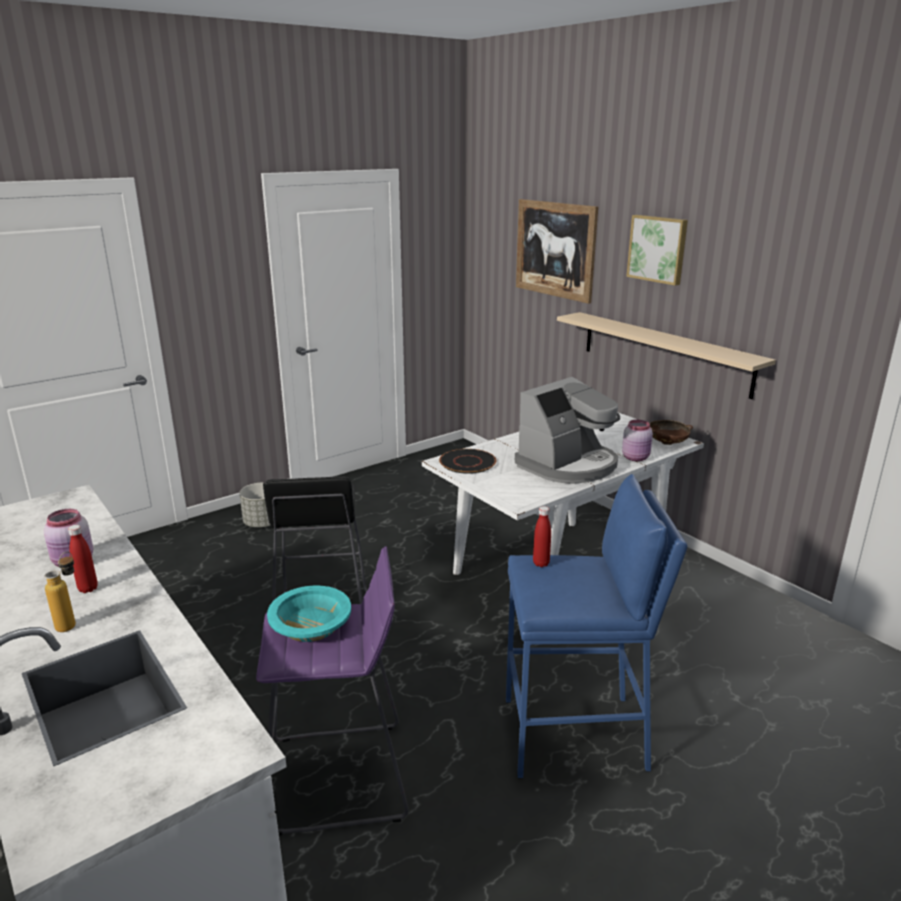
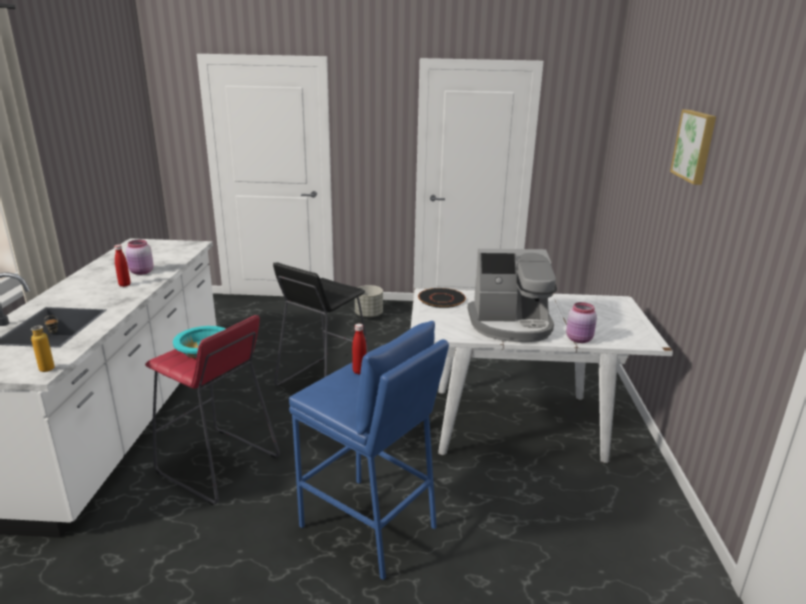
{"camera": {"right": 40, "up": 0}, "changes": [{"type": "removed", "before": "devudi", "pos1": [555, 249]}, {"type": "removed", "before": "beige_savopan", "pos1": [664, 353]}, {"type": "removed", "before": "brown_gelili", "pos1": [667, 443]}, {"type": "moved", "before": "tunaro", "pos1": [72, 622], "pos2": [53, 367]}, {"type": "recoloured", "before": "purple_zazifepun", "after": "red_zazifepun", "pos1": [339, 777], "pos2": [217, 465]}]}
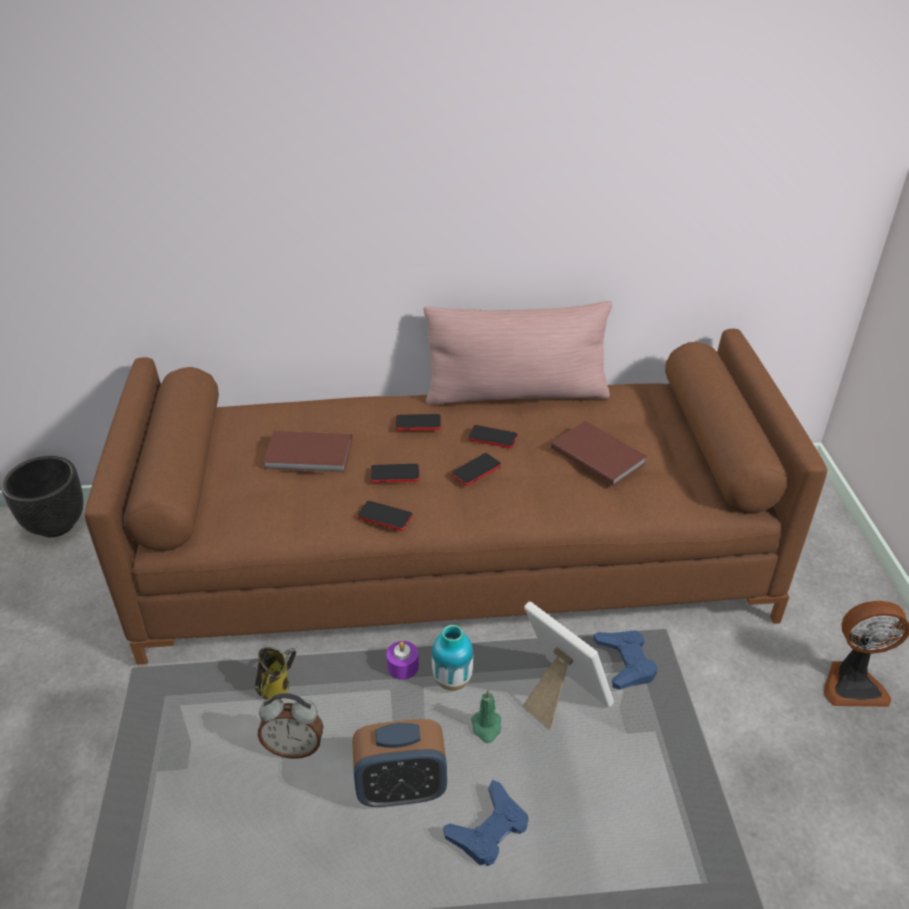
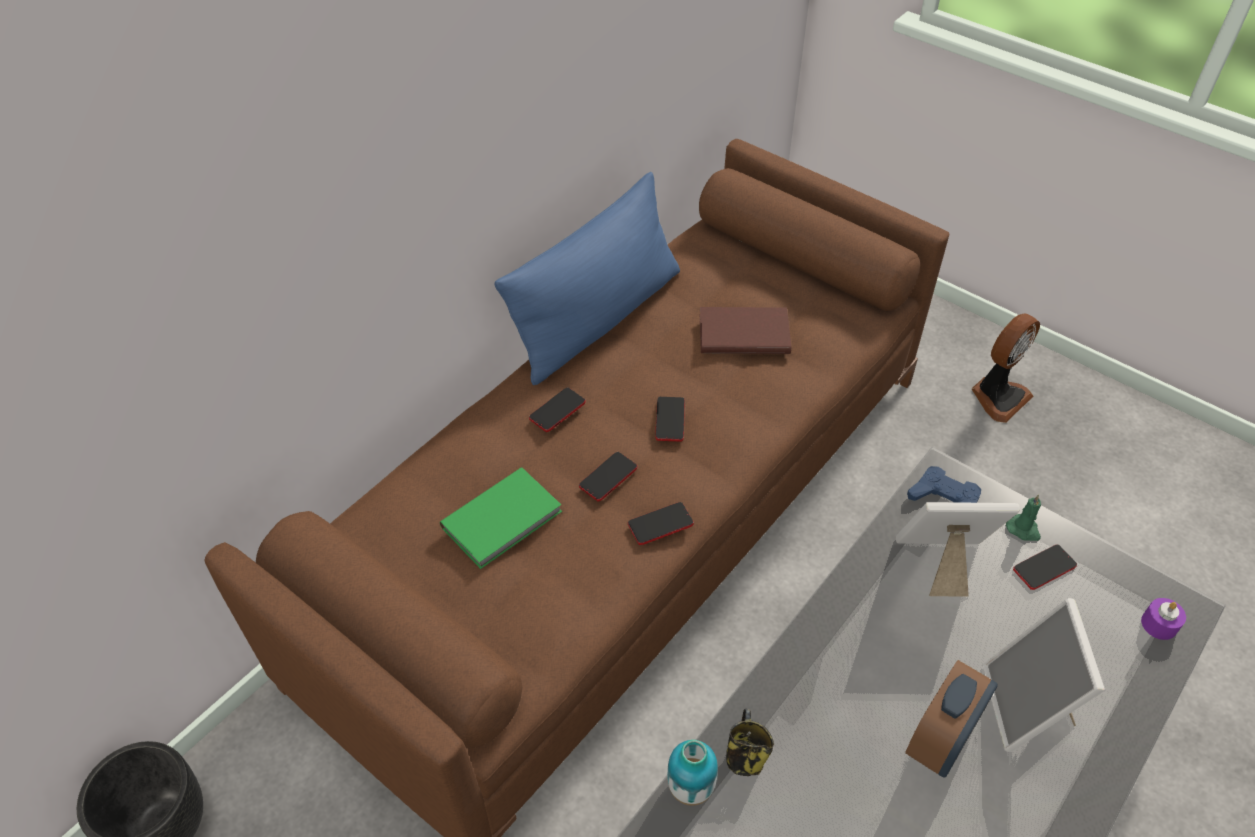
{"camera": {"right": -45, "up": 10}, "changes": [{"type": "removed", "before": "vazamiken", "pos1": [294, 747]}, {"type": "moved", "before": "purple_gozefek", "pos1": [403, 666], "pos2": [1159, 624]}, {"type": "moved", "before": "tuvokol", "pos1": [452, 680], "pos2": [690, 788]}, {"type": "moved", "before": "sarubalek", "pos1": [492, 437], "pos2": [1044, 568]}, {"type": "moved", "before": "green_gozefek", "pos1": [486, 727], "pos2": [1023, 529]}, {"type": "replaced", "before": "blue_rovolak", "after": "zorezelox", "pos1": [489, 829], "pos2": [1027, 708]}, {"type": "recoloured", "before": "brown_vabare", "after": "green_vabare", "pos1": [309, 455], "pos2": [504, 520]}, {"type": "recoloured", "before": "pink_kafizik", "after": "blue_kafizik", "pos1": [516, 394], "pos2": [598, 319]}]}
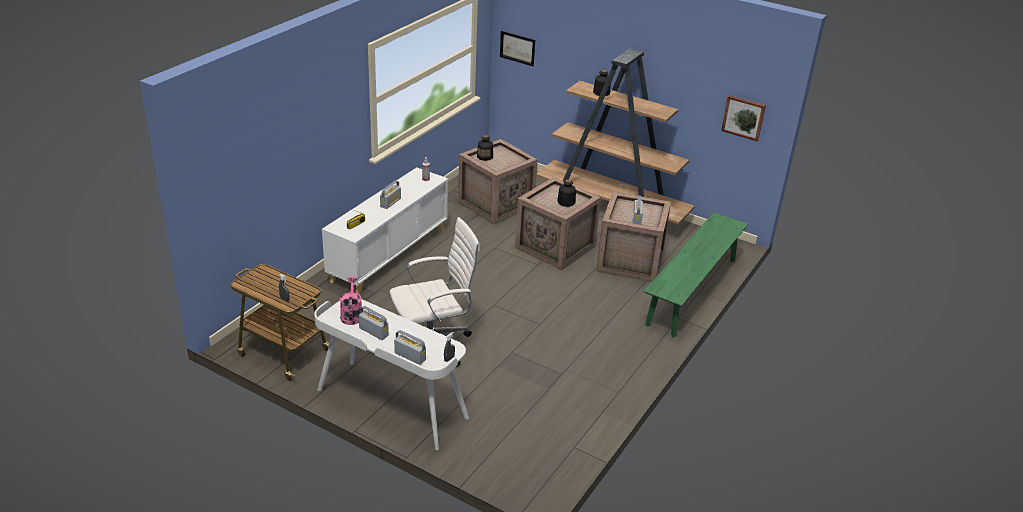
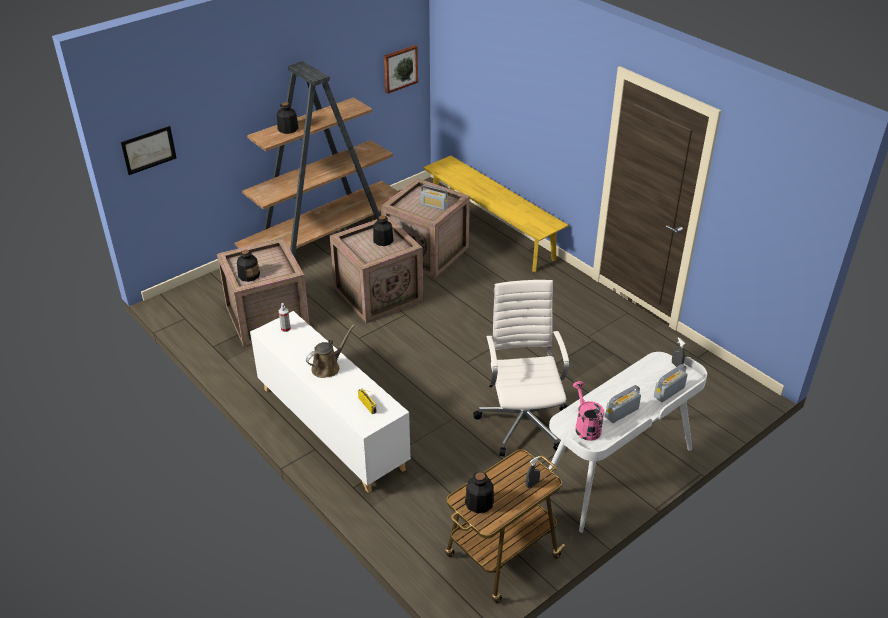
{"camera": {"right": -70, "up": 5}, "changes": [{"type": "added", "after": "tunaro", "pos2": [479, 503]}, {"type": "replaced", "before": "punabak", "after": "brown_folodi", "pos1": [390, 202], "pos2": [328, 367]}, {"type": "recoloured", "before": "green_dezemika", "after": "yellow_dezemika", "pos1": [692, 291], "pos2": [491, 231]}, {"type": "turned", "before": "pink_folodi", "pos1": [351, 314], "pos2": [585, 426], "turn": 60}]}
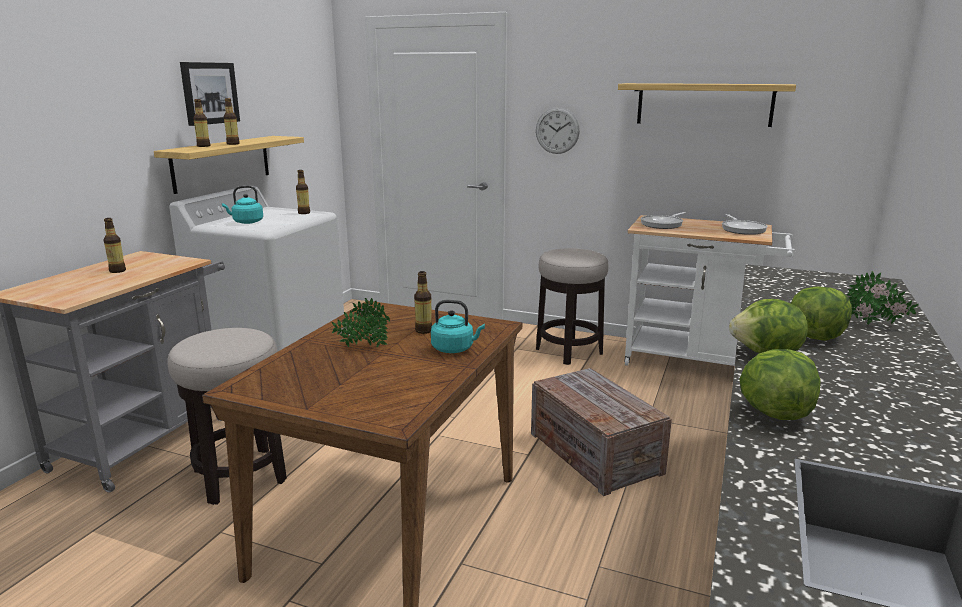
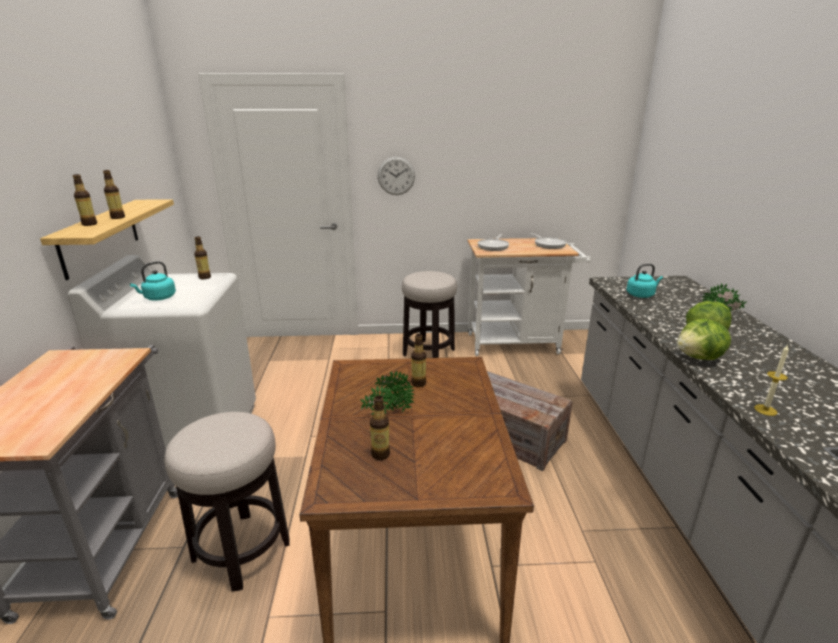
{"camera": {"right": -25, "up": 5}, "changes": [{"type": "removed", "before": "devudi", "pos1": [209, 93]}, {"type": "removed", "before": "savopan", "pos1": [704, 104]}, {"type": "moved", "before": "tunaro", "pos1": [117, 271], "pos2": [380, 454]}, {"type": "moved", "before": "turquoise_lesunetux", "pos1": [455, 349], "pos2": [641, 295]}, {"type": "replaced", "before": "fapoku", "after": "gozefek", "pos1": [774, 412], "pos2": [765, 410]}]}
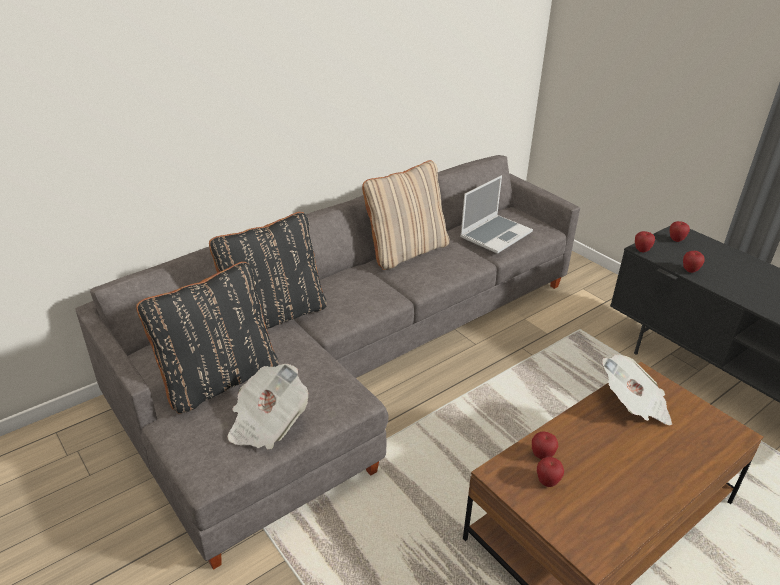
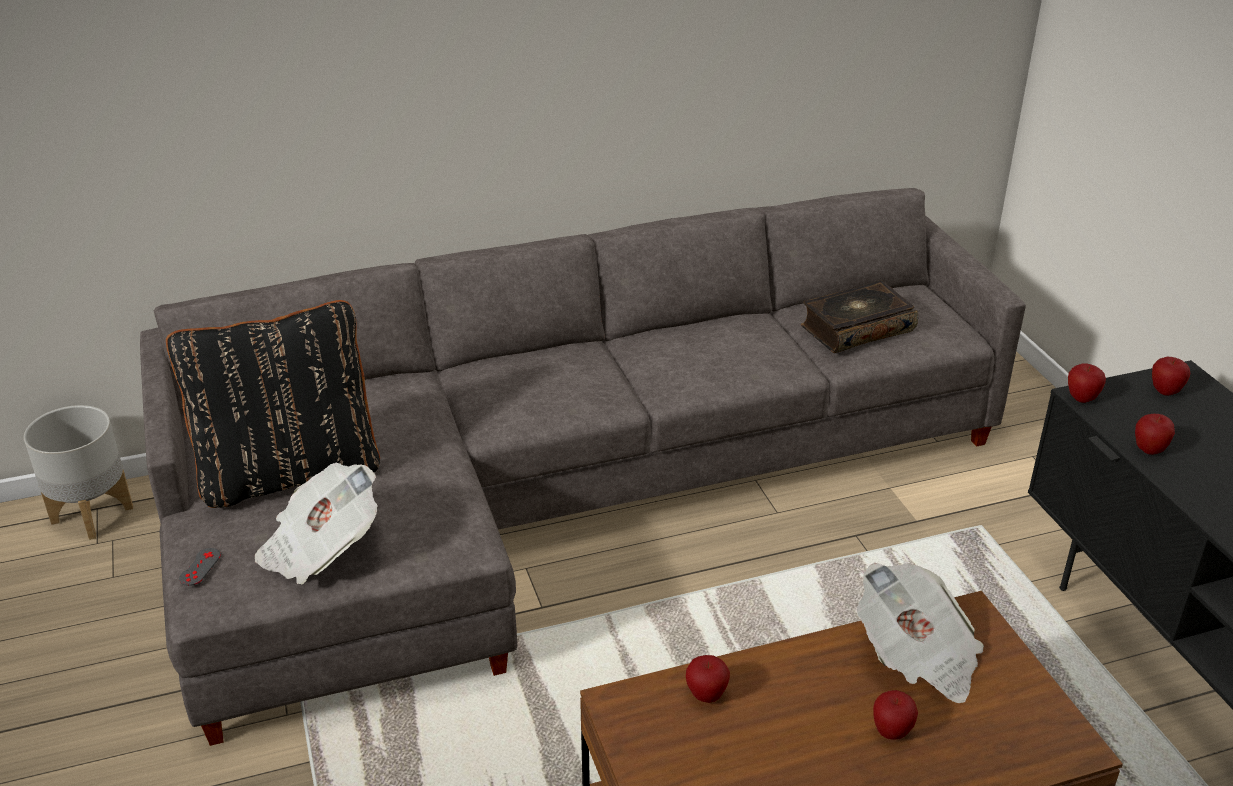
{"camera": {"right": 20, "up": 0}, "changes": [{"type": "removed", "before": "black_kafizik", "pos1": [275, 315]}, {"type": "removed", "before": "beige_kafizik", "pos1": [406, 251]}, {"type": "added", "after": "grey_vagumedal", "pos2": [93, 514]}, {"type": "added", "after": "grey_rovolak", "pos2": [200, 567]}, {"type": "moved", "before": "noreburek", "pos1": [547, 482], "pos2": [891, 732]}, {"type": "replaced", "before": "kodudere", "after": "vabare", "pos1": [495, 234], "pos2": [856, 328]}]}
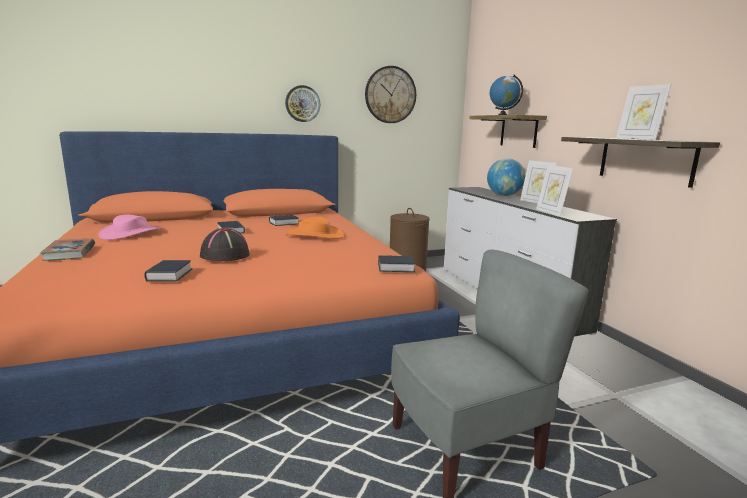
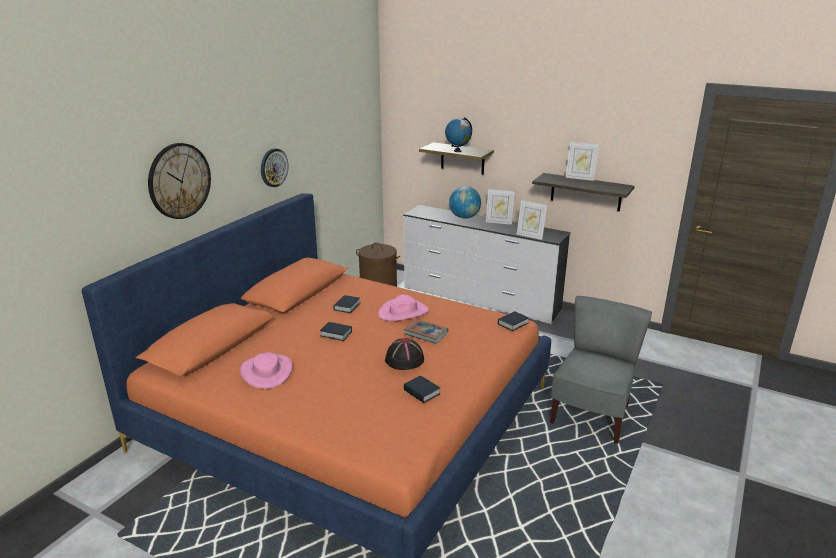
{"camera": {"right": -40, "up": 10}, "changes": [{"type": "moved", "before": "vabare", "pos1": [69, 253], "pos2": [426, 333]}, {"type": "moved", "before": "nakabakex", "pos1": [390, 95], "pos2": [179, 181]}, {"type": "recoloured", "before": "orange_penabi", "after": "pink_penabi", "pos1": [314, 235], "pos2": [403, 312]}]}
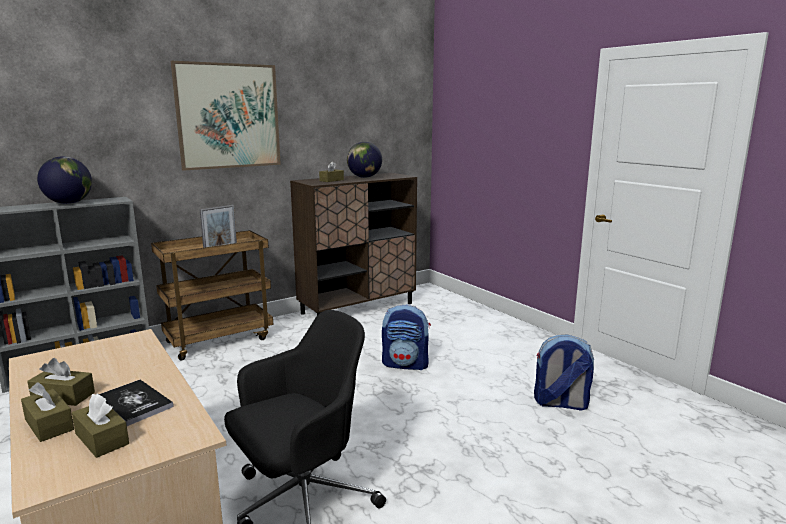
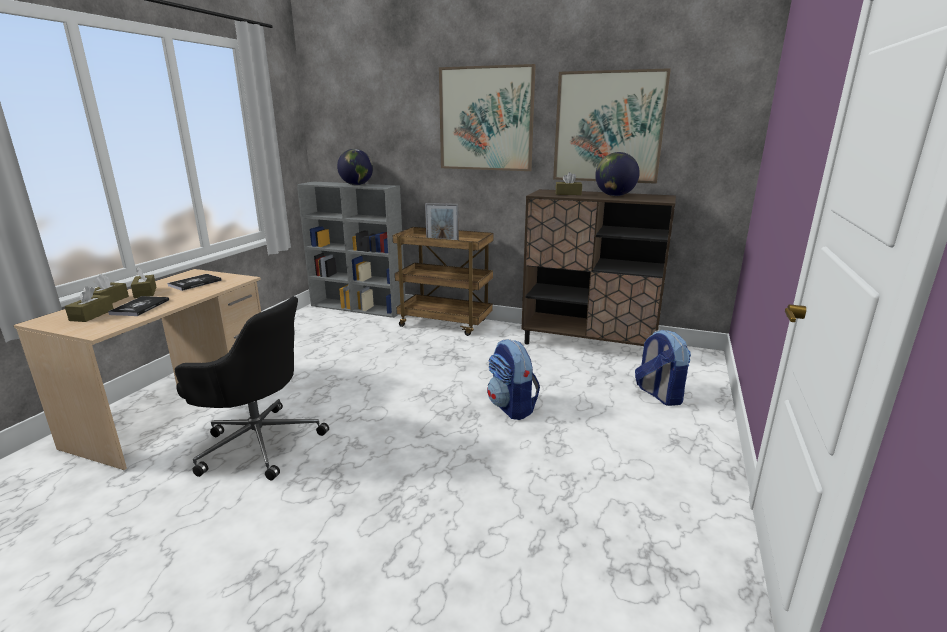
{"camera": {"right": 55, "up": 5}, "changes": [{"type": "added", "after": "vabare", "pos2": [195, 283]}, {"type": "added", "after": "devudi", "pos2": [608, 127]}, {"type": "moved", "before": "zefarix", "pos1": [560, 403], "pos2": [658, 394]}]}
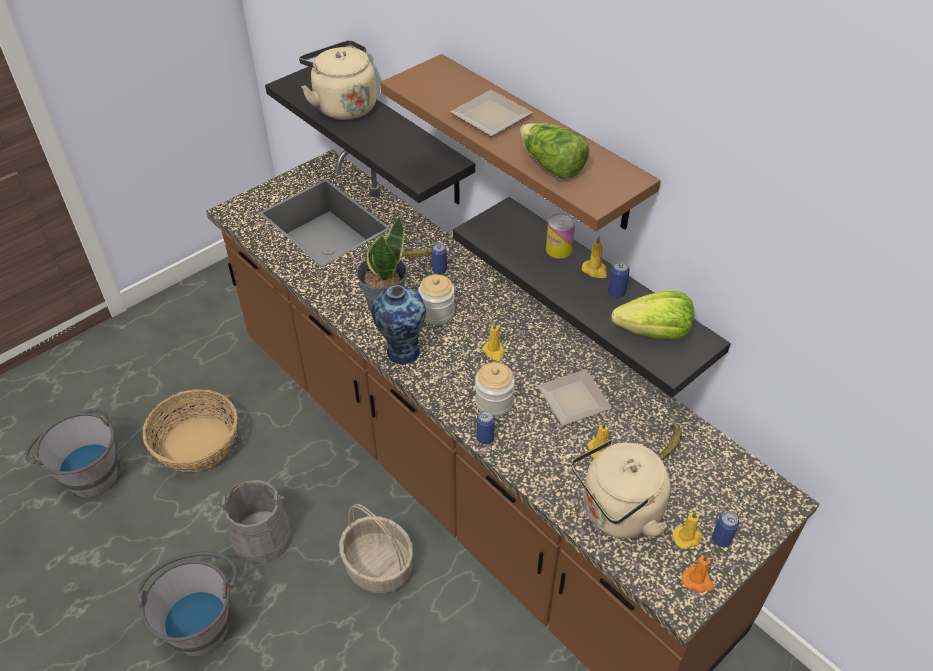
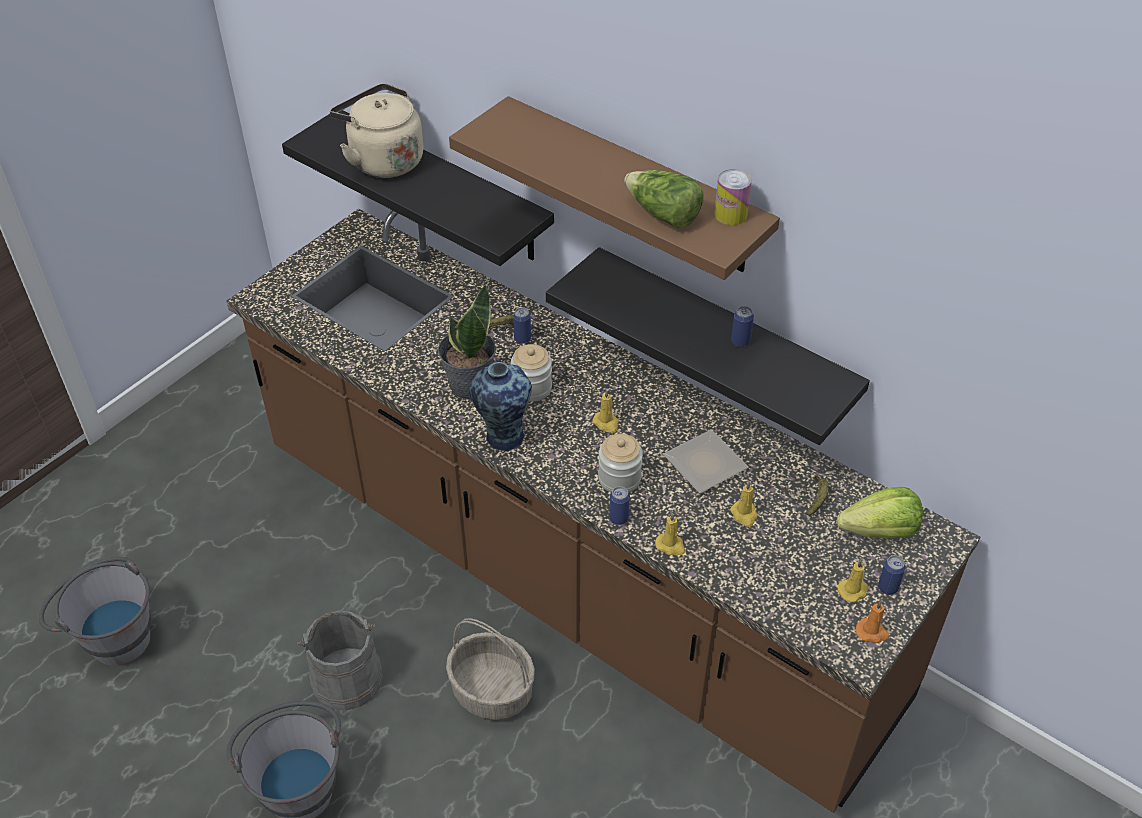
{"camera": {"right": -10, "up": 0}, "changes": [{"type": "removed", "before": "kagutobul", "pos1": [197, 444]}, {"type": "removed", "before": "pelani", "pos1": [491, 115]}, {"type": "removed", "before": "beige_lesunetux", "pos1": [617, 513]}, {"type": "moved", "before": "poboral", "pos1": [559, 249], "pos2": [730, 214]}, {"type": "moved", "before": "yellow_gozefek", "pos1": [595, 270], "pos2": [671, 546]}, {"type": "moved", "before": "fapoku", "pos1": [654, 333], "pos2": [880, 531]}]}
